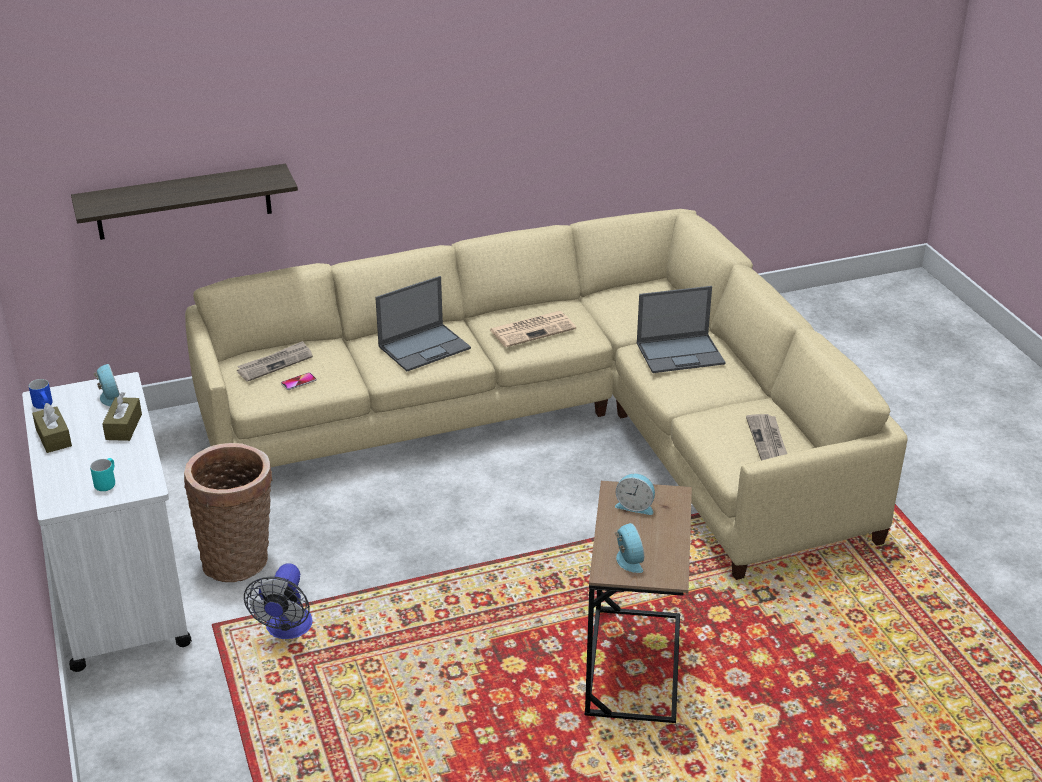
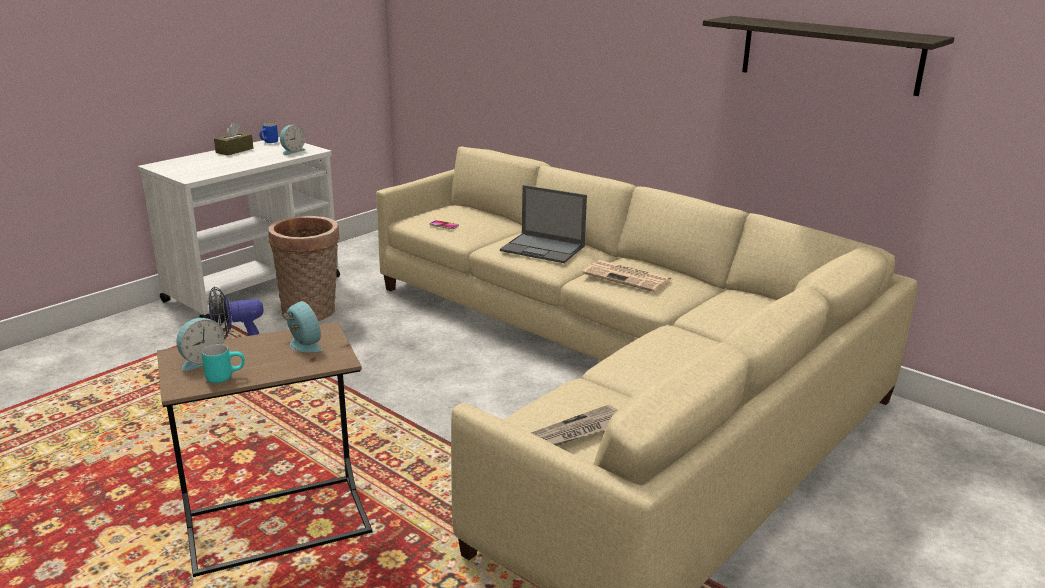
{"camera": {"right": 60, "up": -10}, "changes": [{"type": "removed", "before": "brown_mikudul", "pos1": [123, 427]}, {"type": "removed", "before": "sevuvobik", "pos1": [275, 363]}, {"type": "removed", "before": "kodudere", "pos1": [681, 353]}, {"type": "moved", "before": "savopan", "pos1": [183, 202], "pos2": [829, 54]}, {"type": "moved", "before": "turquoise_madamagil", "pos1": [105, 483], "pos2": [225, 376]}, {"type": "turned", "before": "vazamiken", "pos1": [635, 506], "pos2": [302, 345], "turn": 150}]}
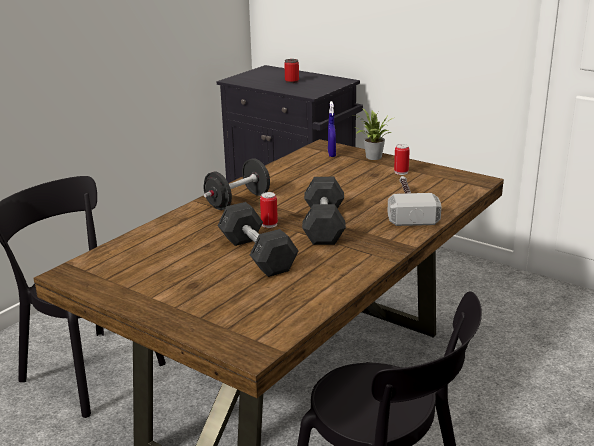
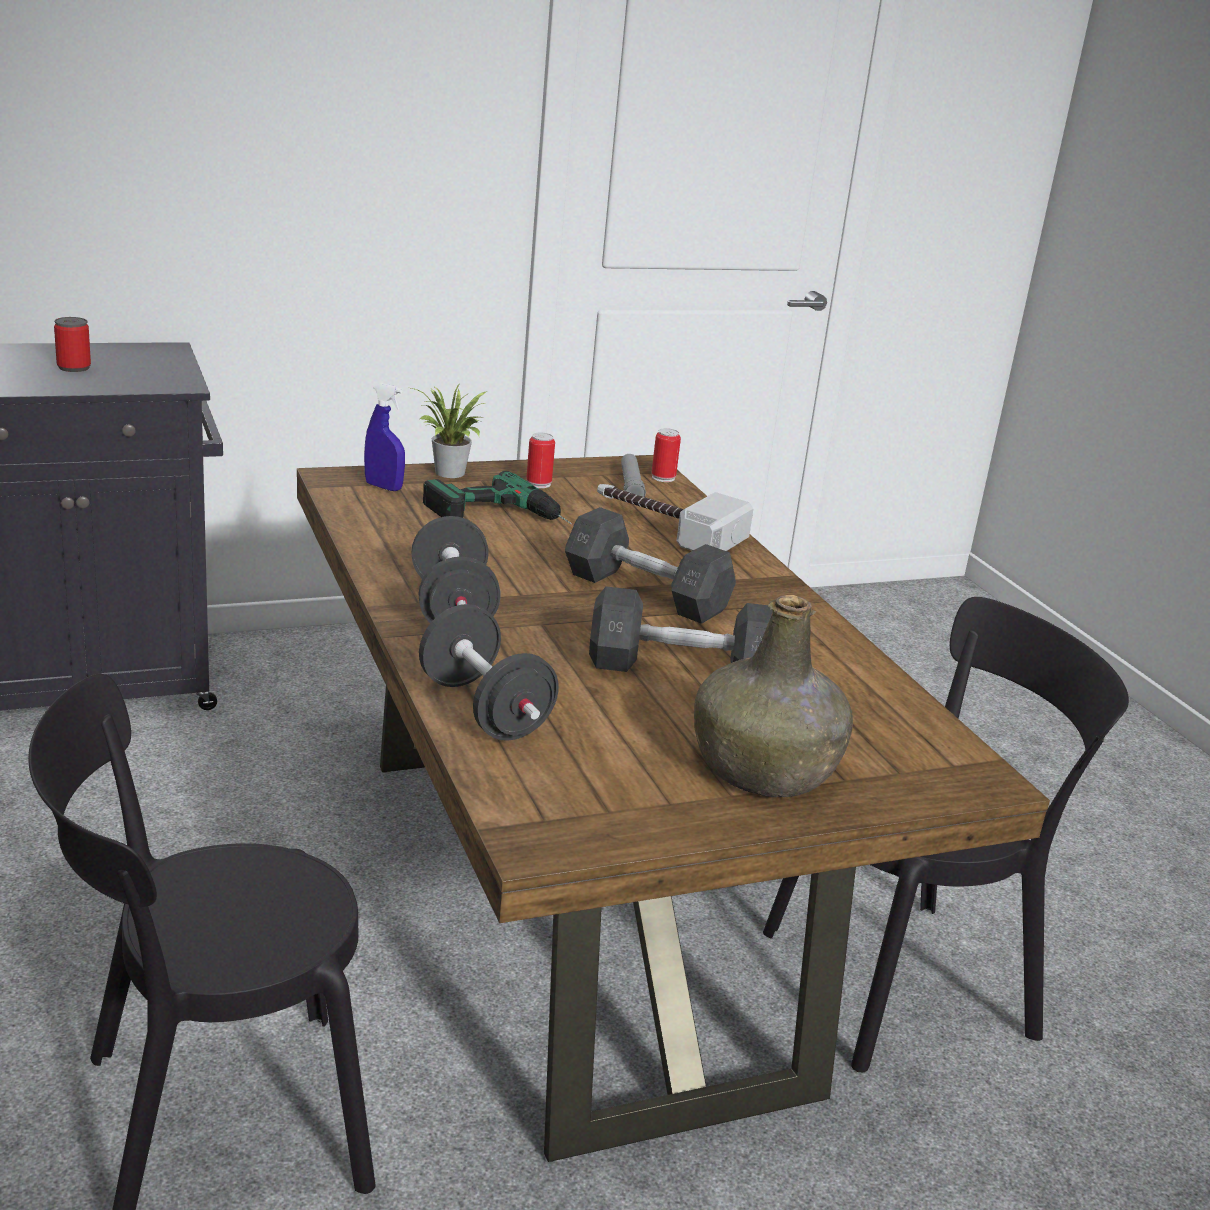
{"camera": {"right": -60, "up": 0}, "changes": [{"type": "added", "after": "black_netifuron", "pos2": [484, 709]}, {"type": "added", "after": "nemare", "pos2": [501, 518]}, {"type": "added", "after": "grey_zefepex", "pos2": [631, 486]}, {"type": "added", "after": "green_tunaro", "pos2": [766, 769]}, {"type": "moved", "before": "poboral", "pos1": [269, 224], "pos2": [663, 478]}]}
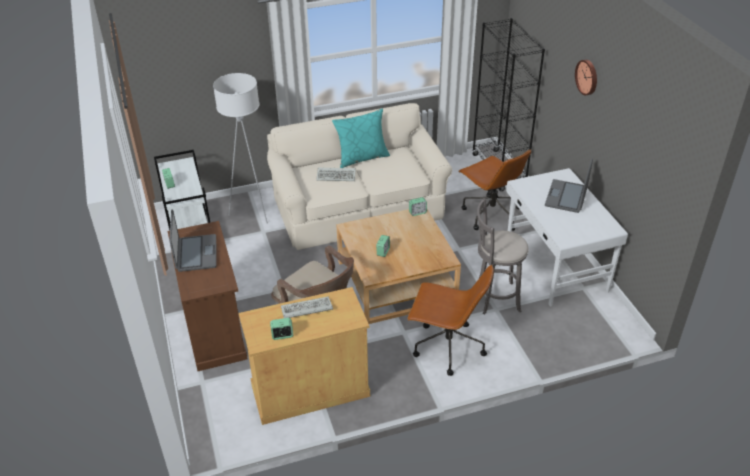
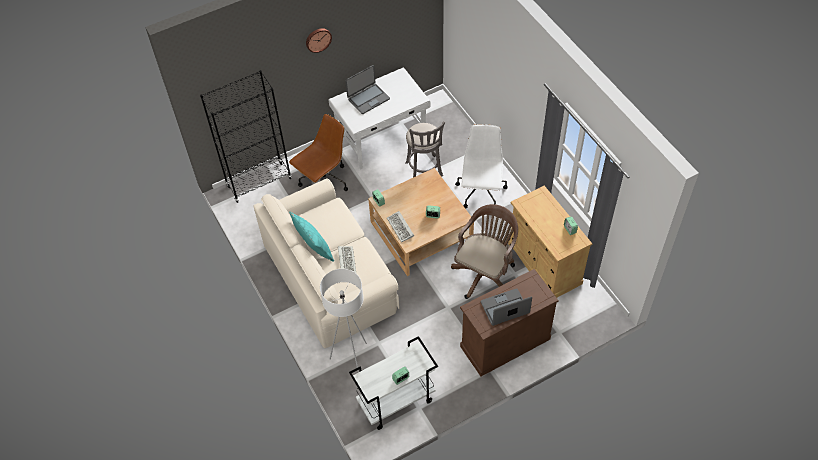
{"camera": {"right": -100, "up": 15}, "changes": [{"type": "moved", "before": "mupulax", "pos1": [305, 310], "pos2": [401, 228]}, {"type": "recoloured", "before": "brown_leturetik", "after": "white_leturetik", "pos1": [447, 347], "pos2": [481, 193]}, {"type": "turned", "before": "kodudere", "pos1": [566, 197], "pos2": [368, 99], "turn": -45}]}
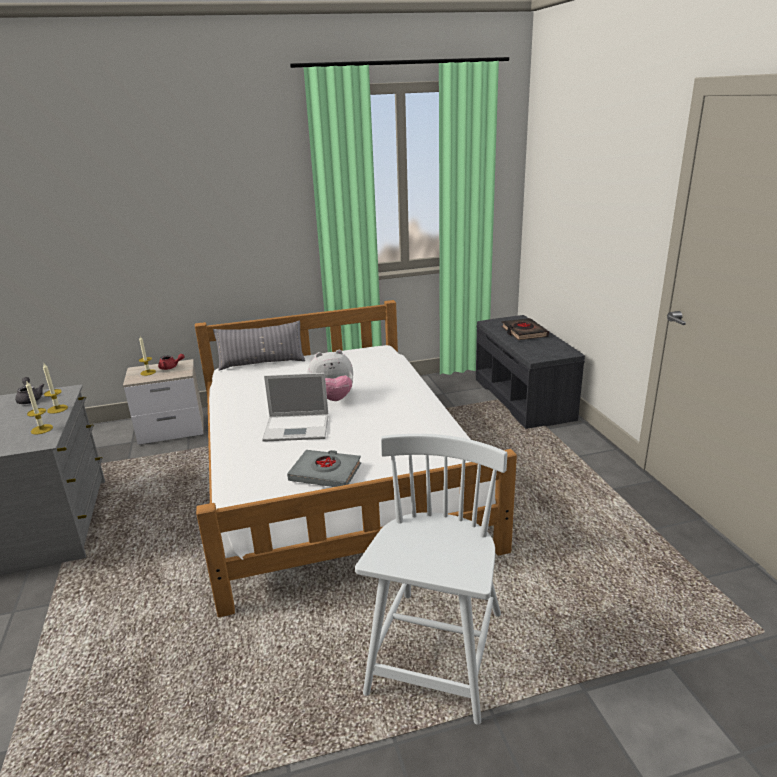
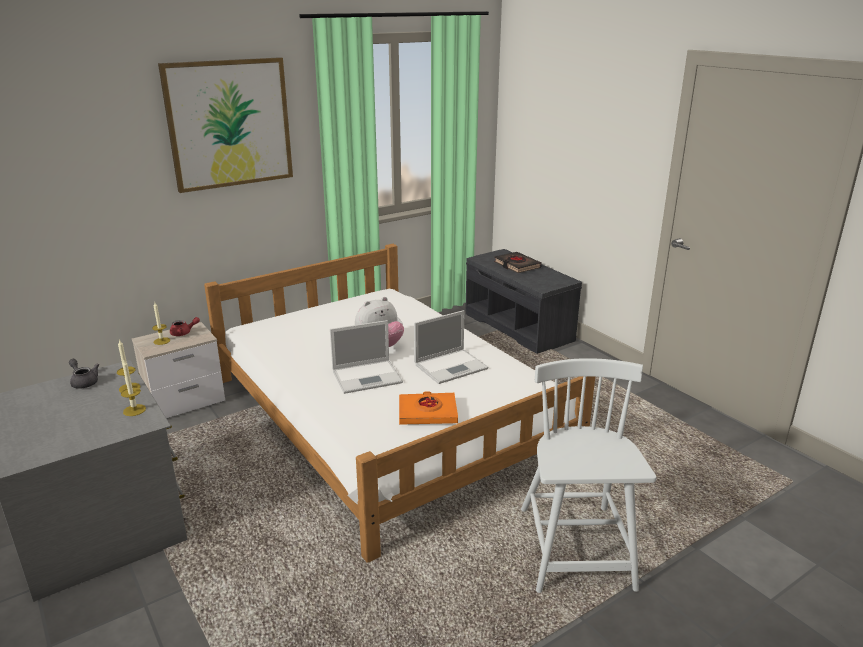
{"camera": {"right": -20, "up": 0}, "changes": [{"type": "removed", "before": "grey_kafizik", "pos1": [262, 363]}, {"type": "added", "after": "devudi", "pos2": [229, 124]}, {"type": "added", "after": "kodudere", "pos2": [452, 366]}, {"type": "recoloured", "before": "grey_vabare", "after": "orange_vabare", "pos1": [325, 473], "pos2": [427, 413]}]}
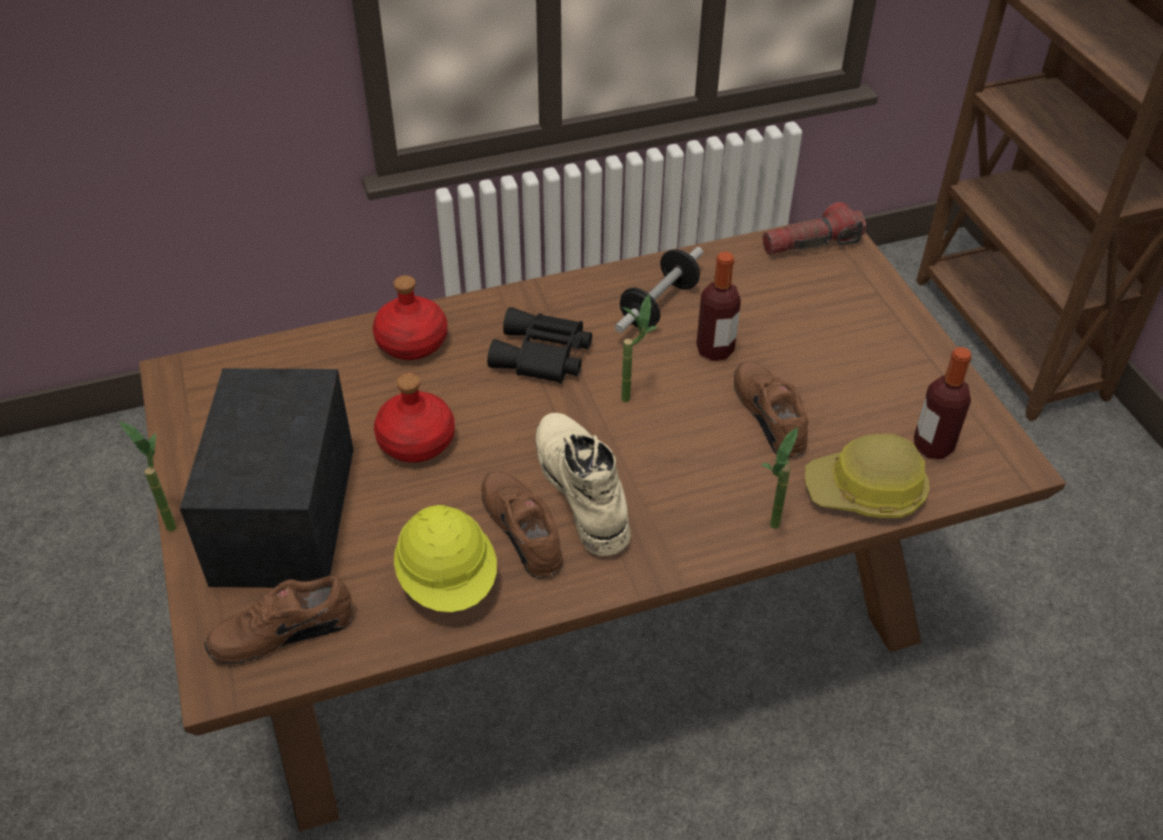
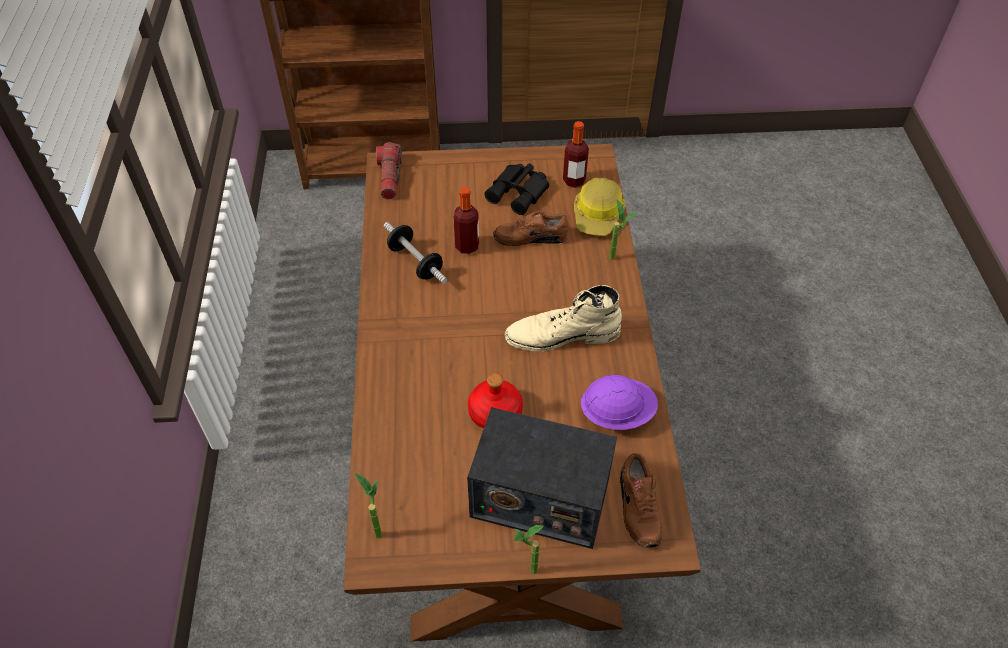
{"camera": {"right": -75, "up": 5}, "changes": [{"type": "removed", "before": "red_tunaro", "pos1": [412, 341]}, {"type": "removed", "before": "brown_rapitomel", "pos1": [523, 529]}, {"type": "moved", "before": "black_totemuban", "pos1": [542, 356], "pos2": [519, 193]}, {"type": "moved", "before": "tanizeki", "pos1": [633, 395], "pos2": [376, 529]}, {"type": "recoloured", "before": "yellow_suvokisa", "after": "purple_suvokisa", "pos1": [448, 580], "pos2": [617, 413]}]}
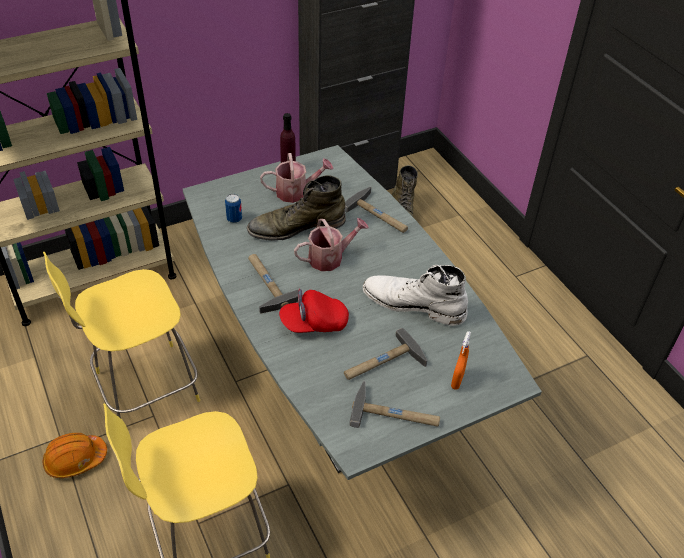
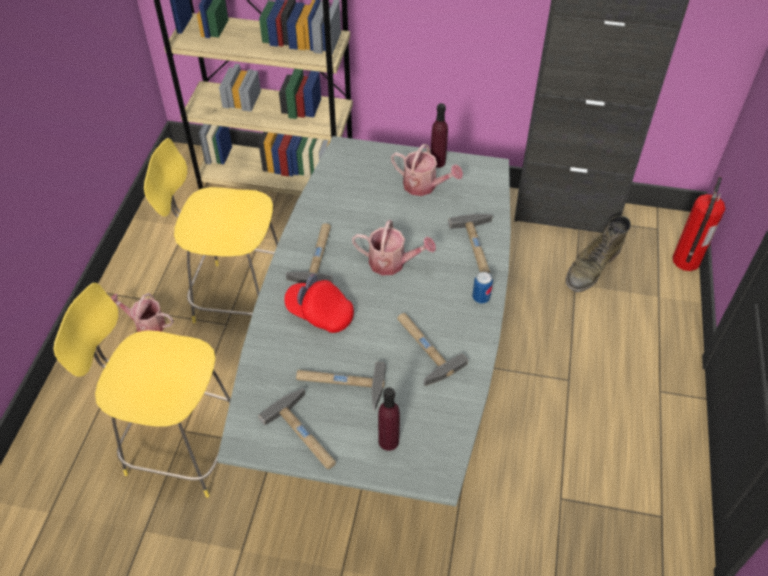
{"camera": {"right": 40, "up": 5}, "changes": [{"type": "removed", "before": "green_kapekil", "pos1": [296, 227]}, {"type": "added", "after": "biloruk", "pos2": [686, 261]}, {"type": "moved", "before": "poboral", "pos1": [234, 219], "pos2": [481, 298]}, {"type": "replaced", "before": "orange_suvokisa", "after": "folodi", "pos1": [75, 460], "pos2": [146, 324]}, {"type": "replaced", "before": "white_kapekil", "after": "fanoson", "pos1": [413, 304], "pos2": [422, 348]}, {"type": "replaced", "before": "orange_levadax", "after": "purple_tunaro", "pos1": [457, 380], "pos2": [388, 441]}]}
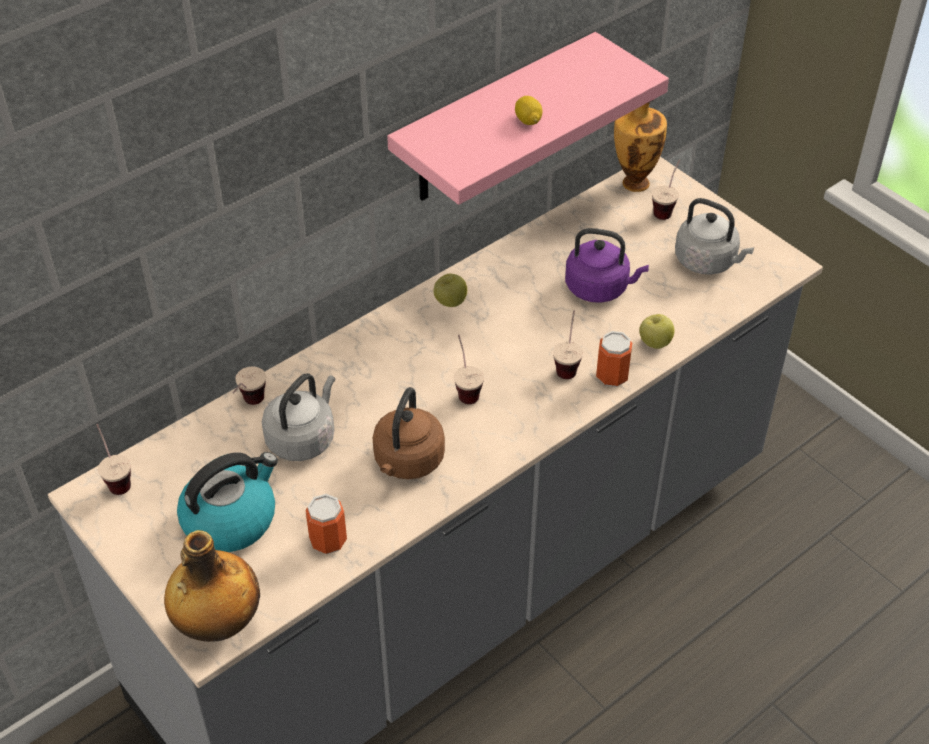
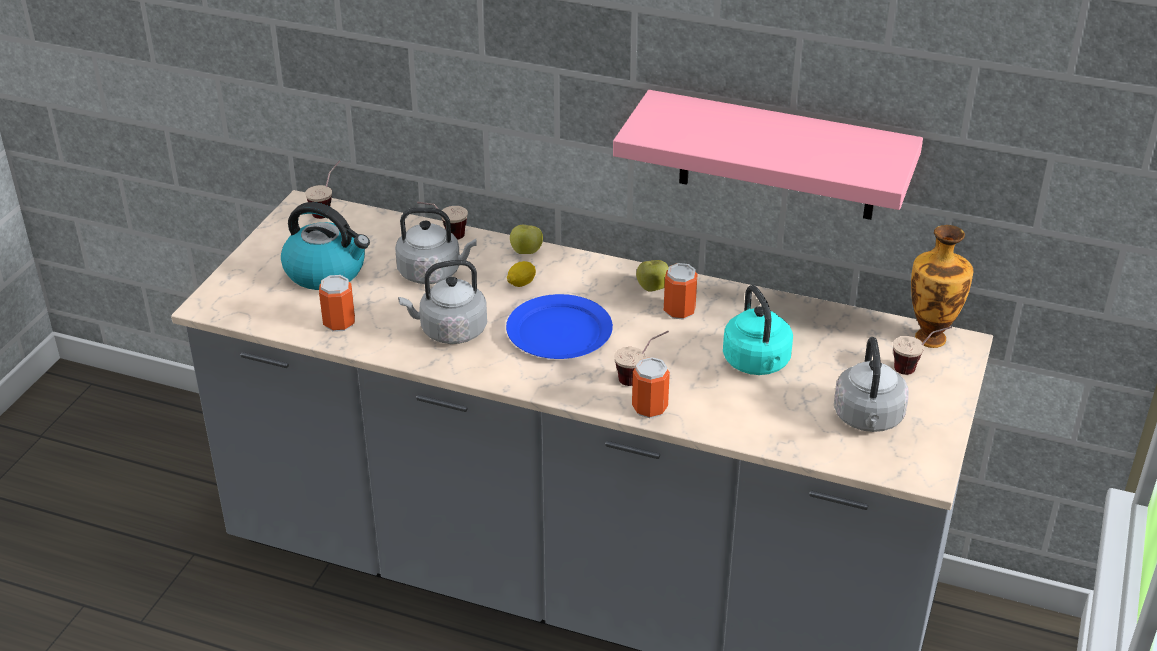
{"camera": {"right": 60, "up": -10}, "changes": [{"type": "removed", "before": "tunaro", "pos1": [218, 624]}, {"type": "added", "after": "poboral", "pos2": [679, 311]}, {"type": "moved", "before": "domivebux", "pos1": [528, 120], "pos2": [522, 283]}, {"type": "moved", "before": "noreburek", "pos1": [655, 343], "pos2": [526, 252]}, {"type": "replaced", "before": "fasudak", "after": "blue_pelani", "pos1": [465, 388], "pos2": [558, 331]}, {"type": "recoloured", "before": "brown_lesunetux", "after": "grey_lesunetux", "pos1": [407, 462], "pos2": [450, 331]}, {"type": "recoloured", "before": "purple_lesunetux", "after": "turquoise_lesunetux", "pos1": [600, 288], "pos2": [757, 364]}]}
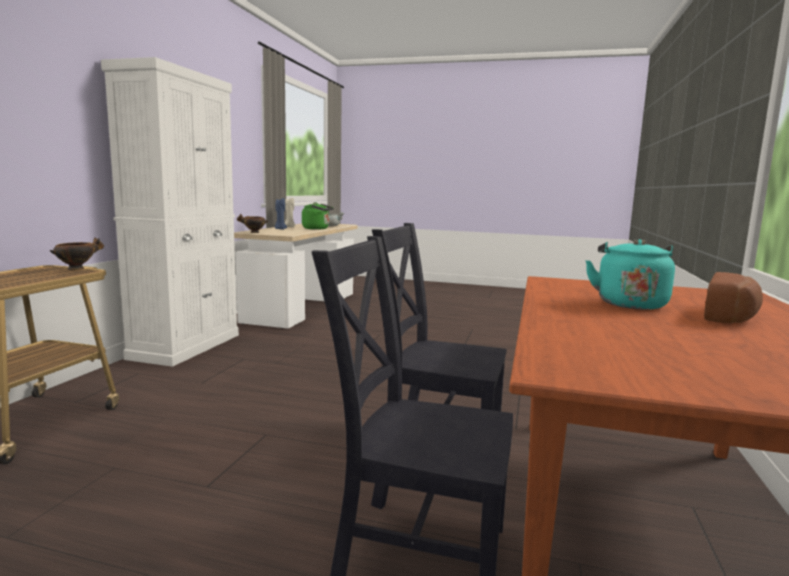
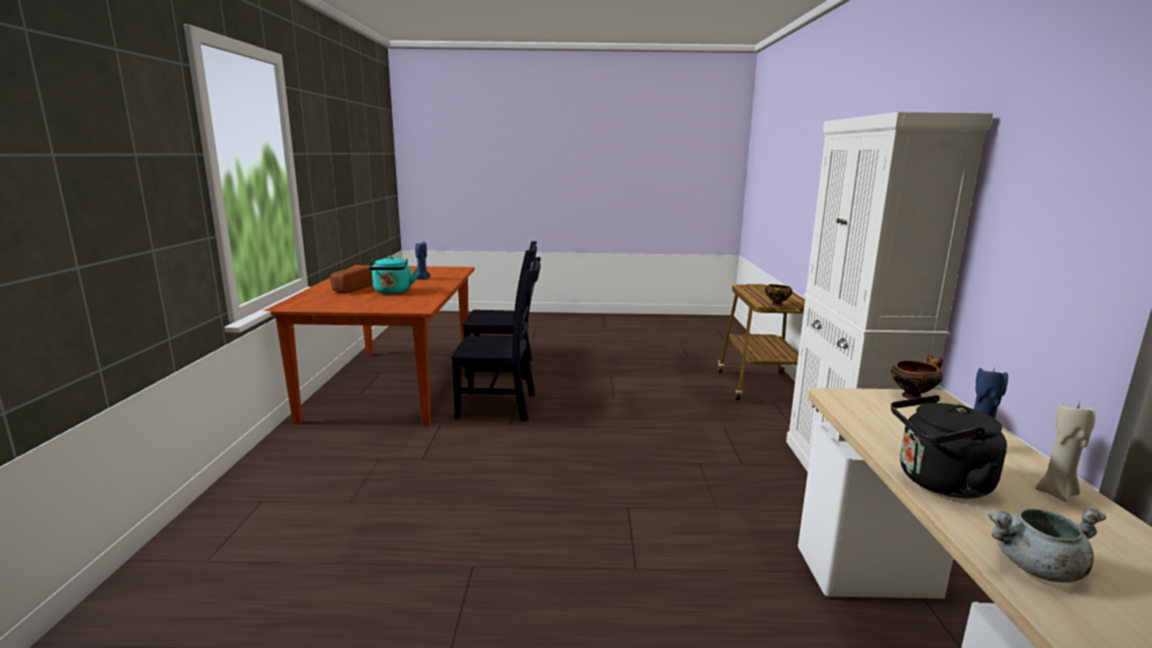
{"camera": {"right": 165, "up": 5}, "changes": [{"type": "added", "after": "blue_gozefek", "pos2": [422, 278]}, {"type": "recoloured", "before": "green_lesunetux", "after": "black_lesunetux", "pos1": [317, 229], "pos2": [938, 483]}]}
